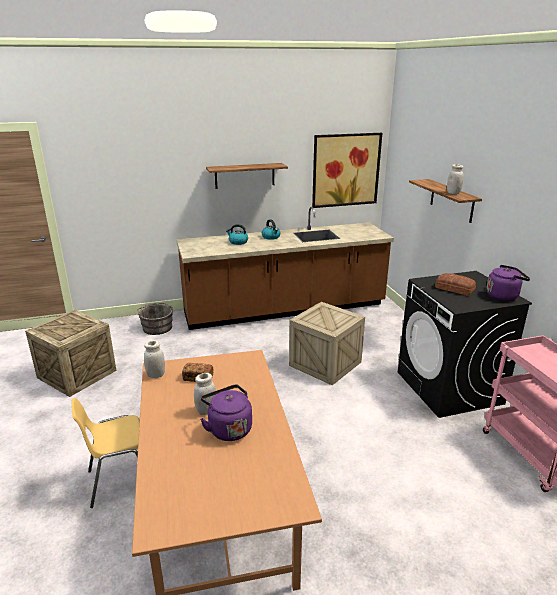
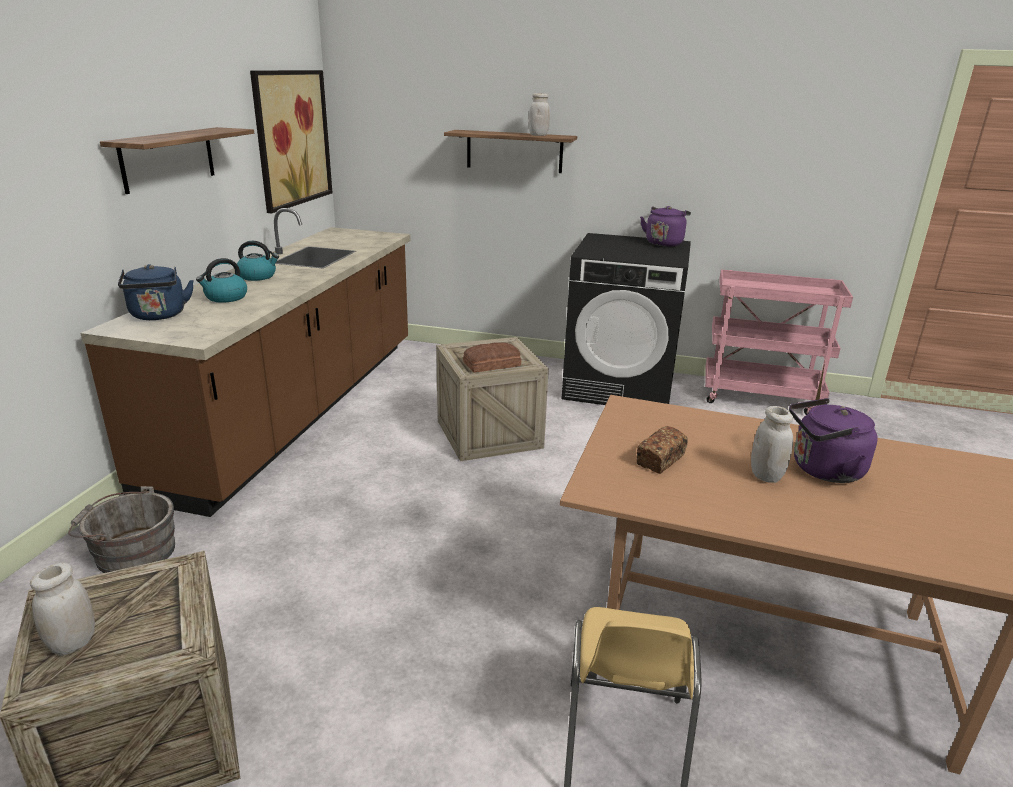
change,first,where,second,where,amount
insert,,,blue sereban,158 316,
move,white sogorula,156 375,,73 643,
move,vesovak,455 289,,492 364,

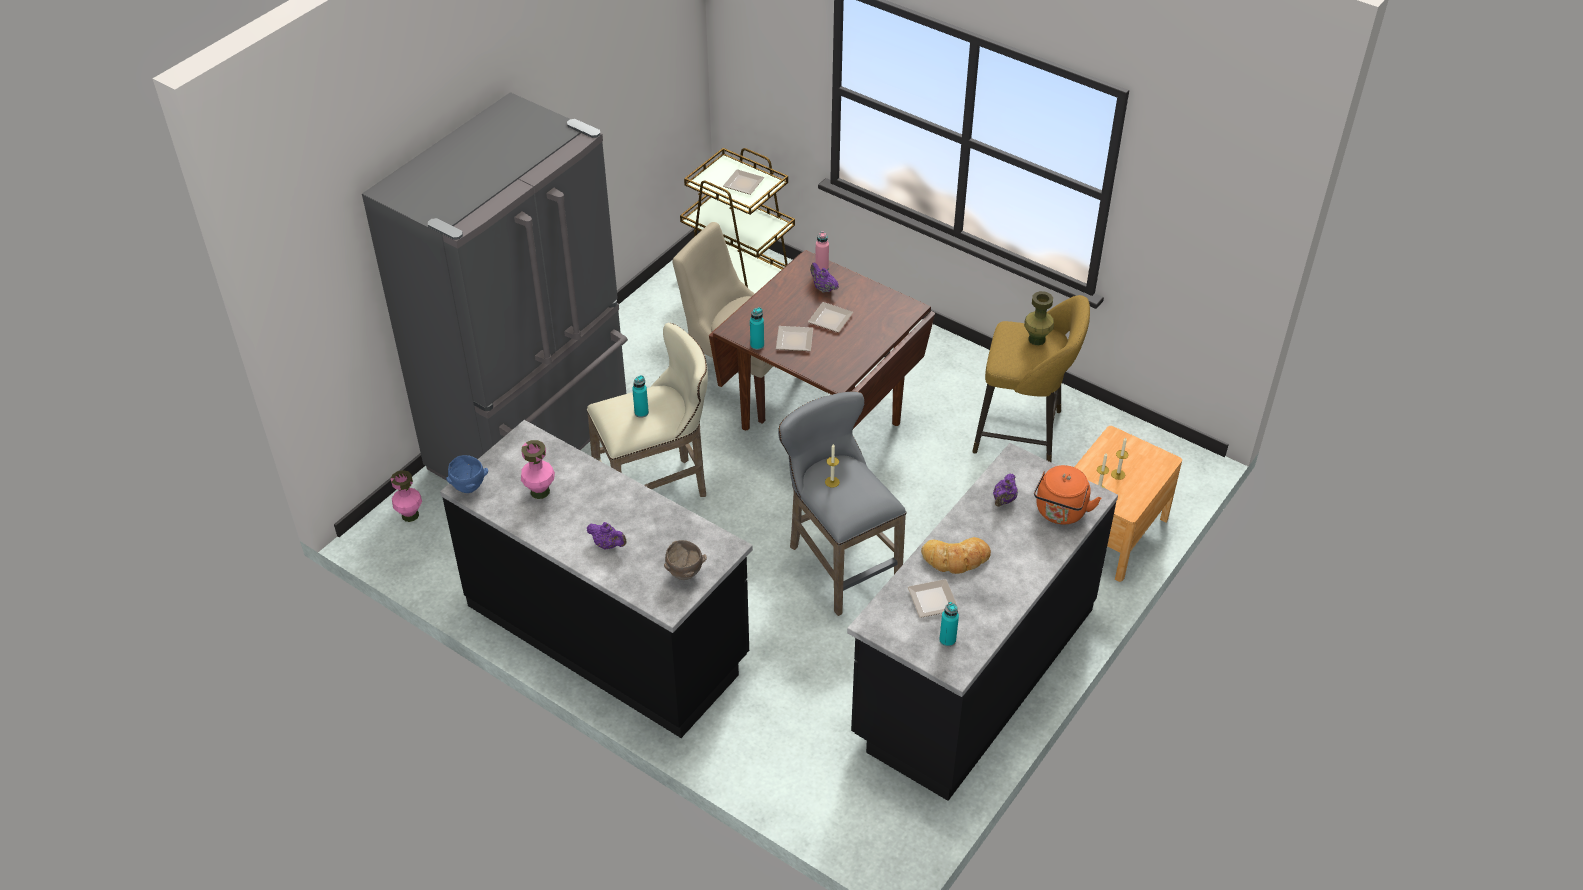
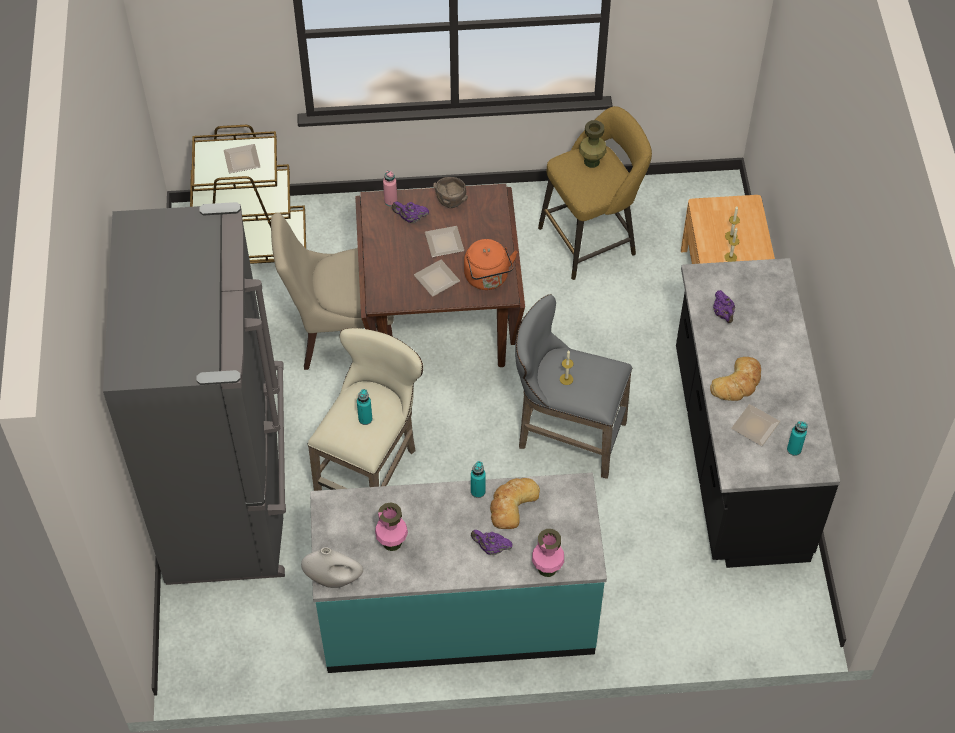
change,first,where,second,where,amount
insert,,,vesovak,511 504,
move,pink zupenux,410 515,,547 568,
move,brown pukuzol,685 574,,451 203,
move,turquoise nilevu,757 345,,478 491,
move,orange sereban,1060 513,,488 278,
replace,blue pukuzol,469 488,white zupenux,334 579,
recolor,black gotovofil,608 632,turquoise gotovofil,457 613,
rotate,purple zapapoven,608 545,,491 548,150 degrees counterclockwise

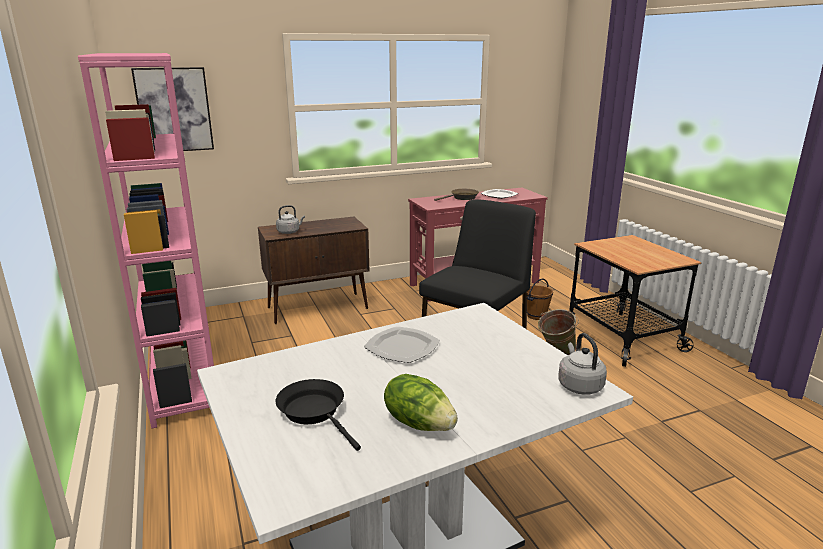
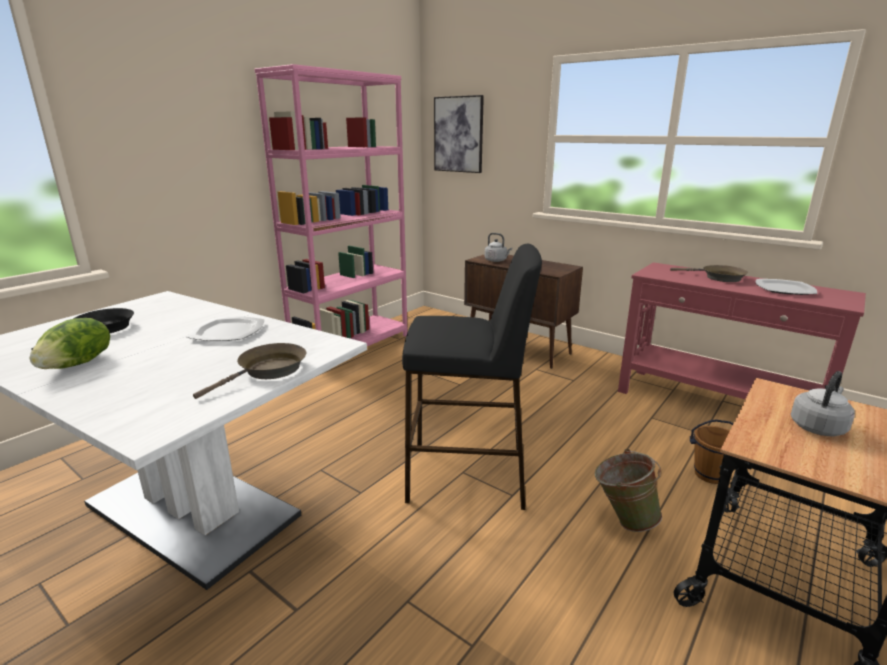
change,first,where,second,where,amount
insert,,,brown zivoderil,268 371,
move,grey sereban,579 385,,818 427,

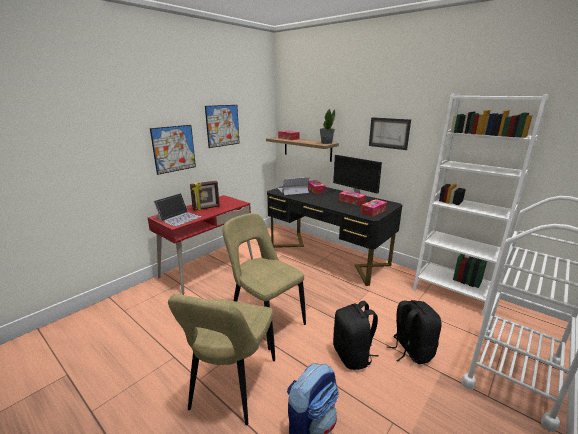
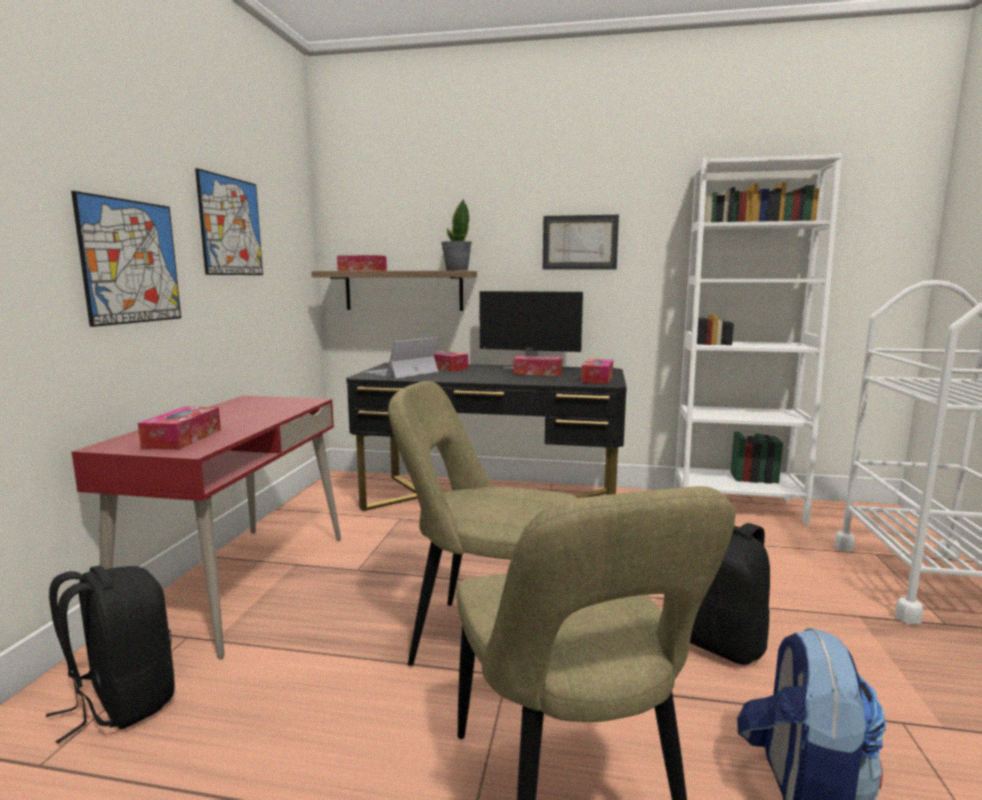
change,first,where,second,where,amount
delete,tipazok,206 208,,,
move,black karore,411 350,,122 702,
replace,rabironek,179 218,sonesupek,183 438,

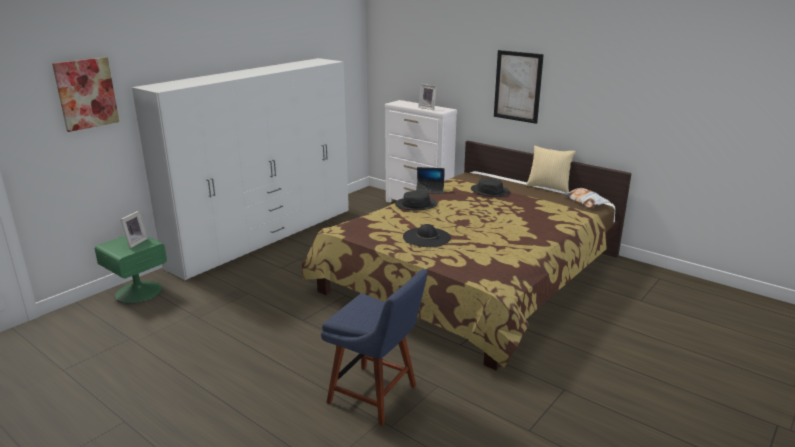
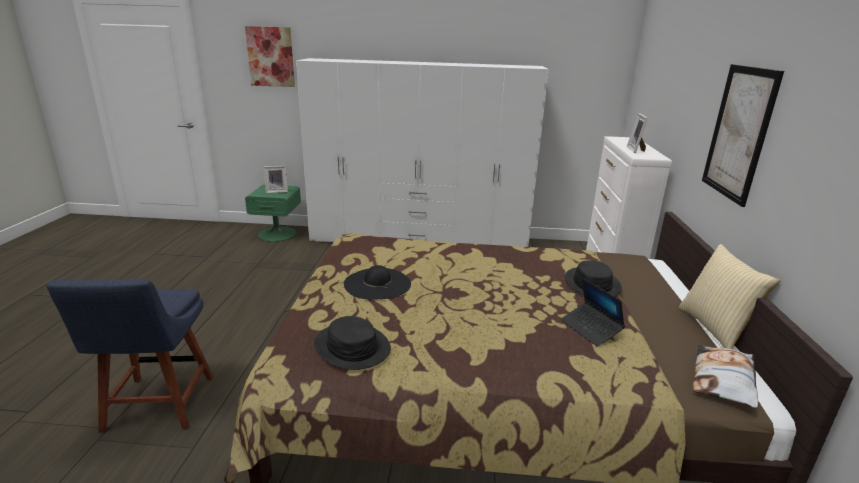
change,first,where,second,where,amount
move,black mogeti,416 205,,352 347,
move,rabironek,430 190,,590 329,

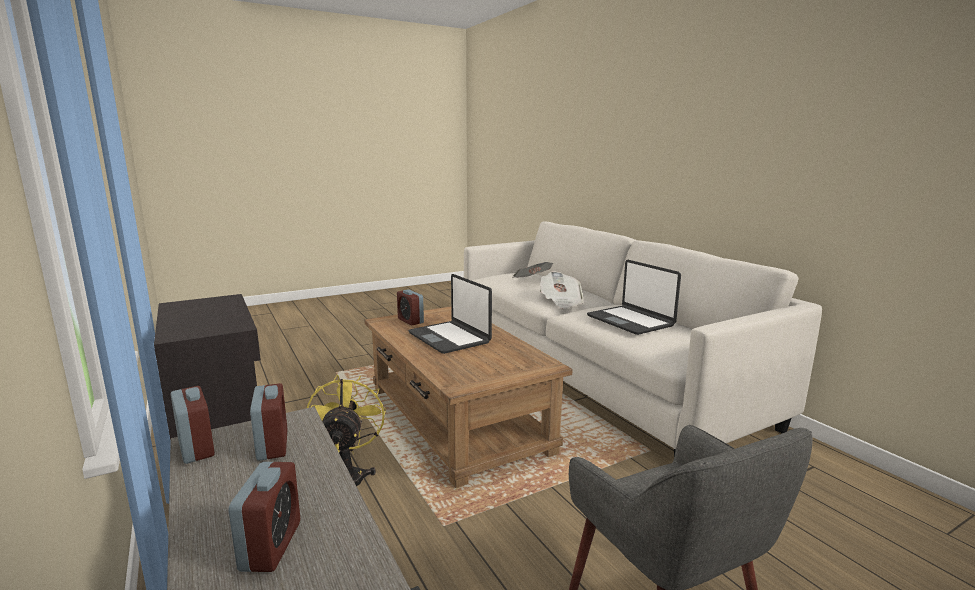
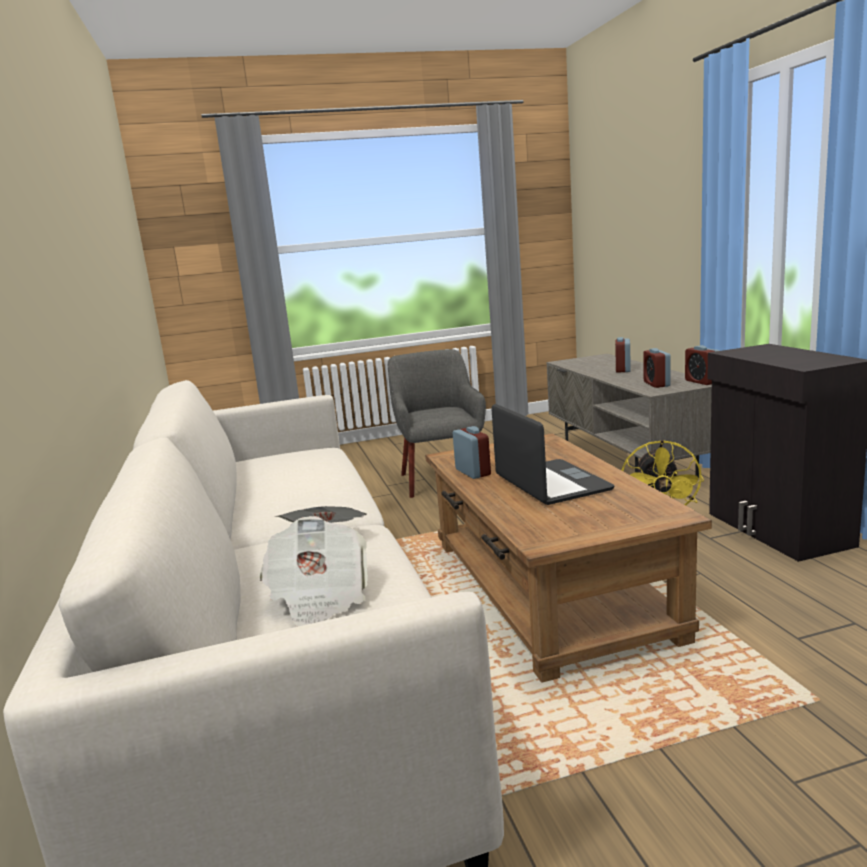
change,first,where,second,where,amount
delete,rabironek,630 321,,,
move,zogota,410 321,,473 472,

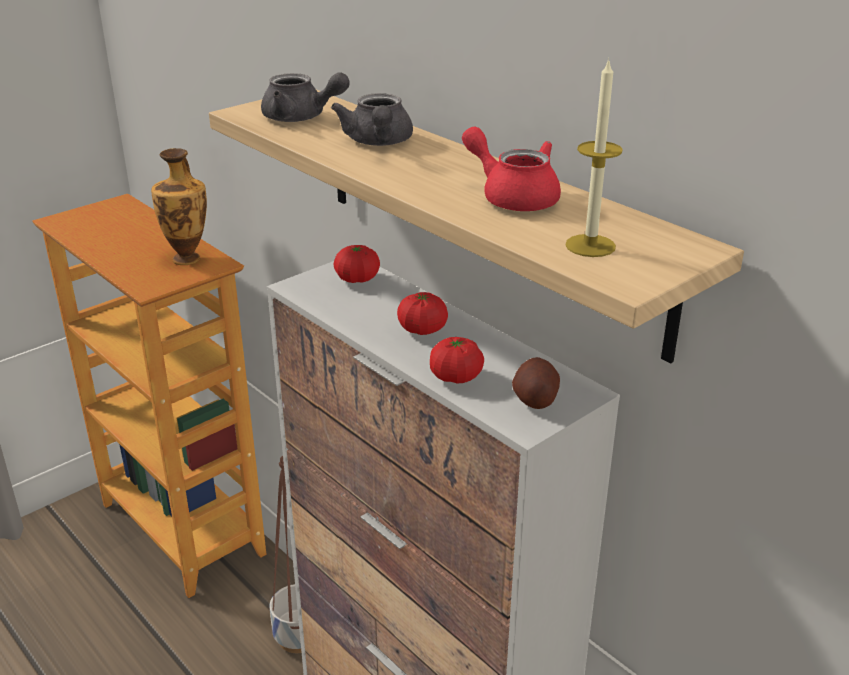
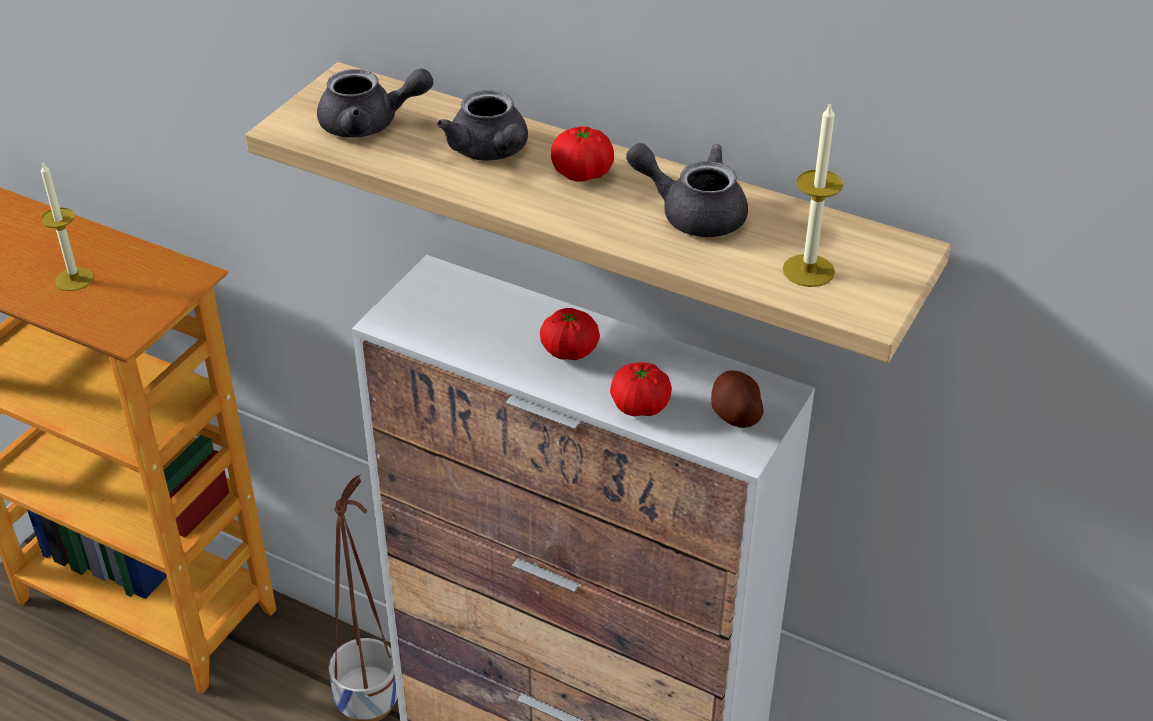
change,first,where,second,where,amount
delete,zupenux,188 258,,,
insert,,,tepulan,74 279,
move,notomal,357 279,,582 173,
recolor,red zapapoven,513 197,grey zapapoven,692 213,

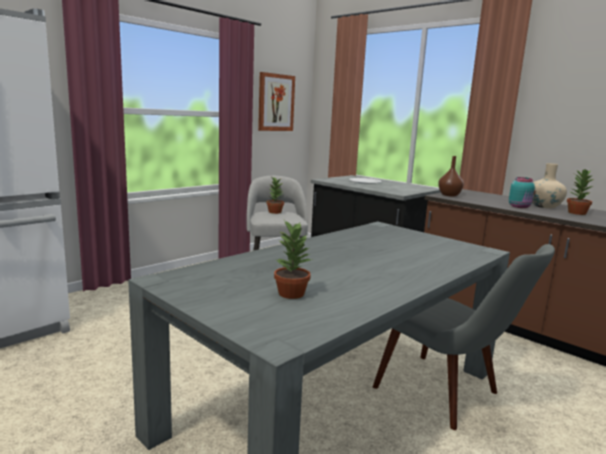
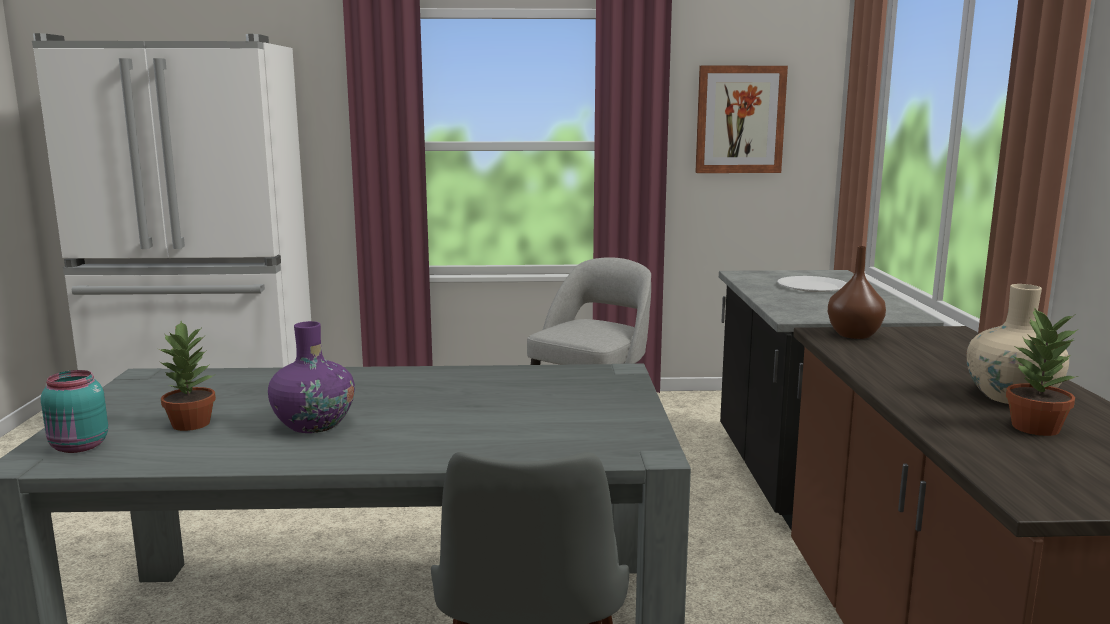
change,first,where,second,where,amount
delete,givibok,274 212,,,
insert,,,purple zupenux,314 424,
move,turquoise sogorula,520 207,,79 447,

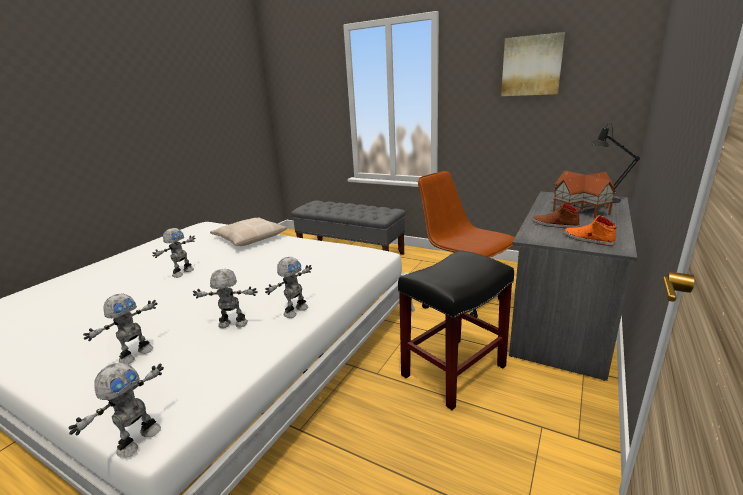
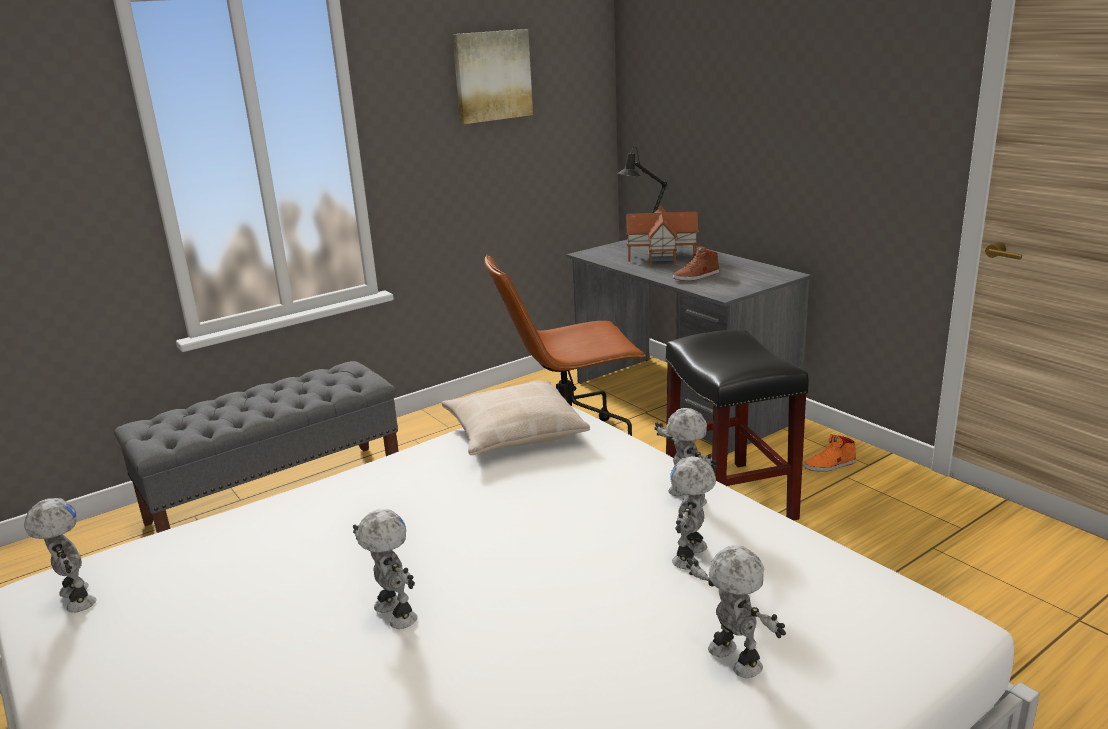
change,first,where,second,where,amount
move,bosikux,138 440,,75 599,
move,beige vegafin,249 238,,513 432,
move,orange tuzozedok,588 239,,830 465,

